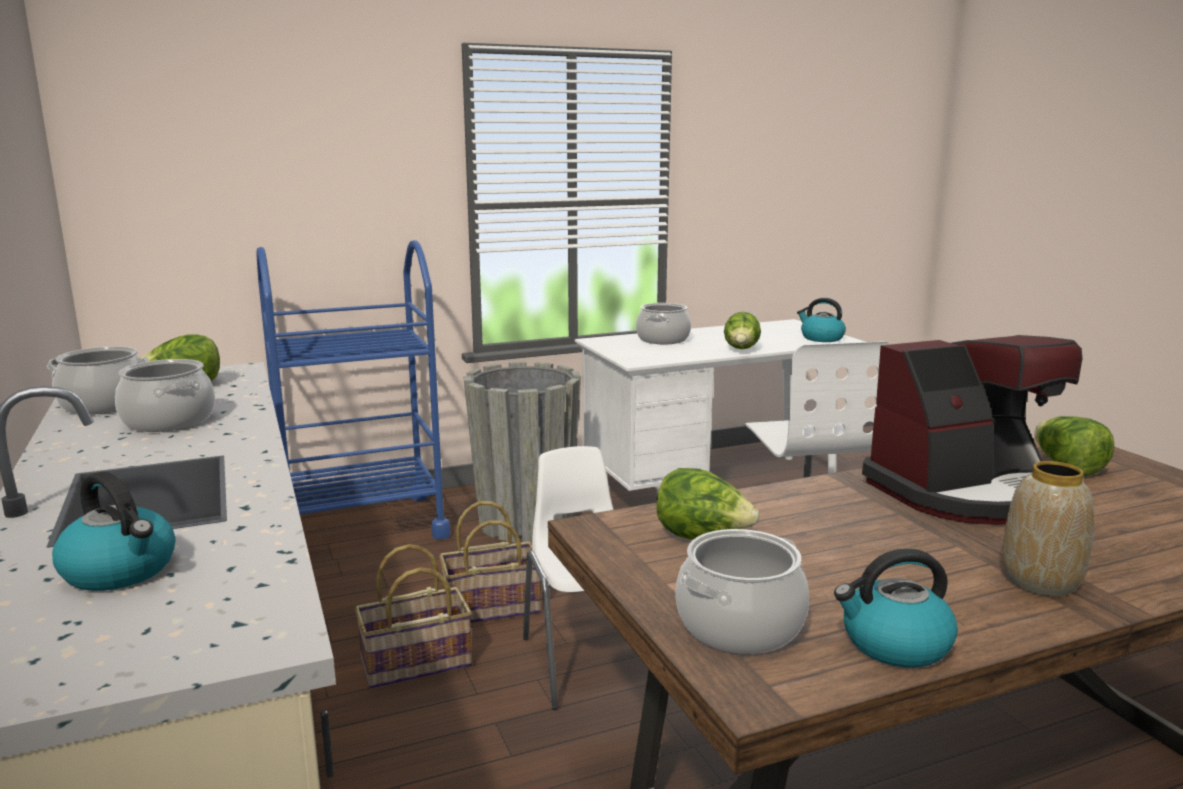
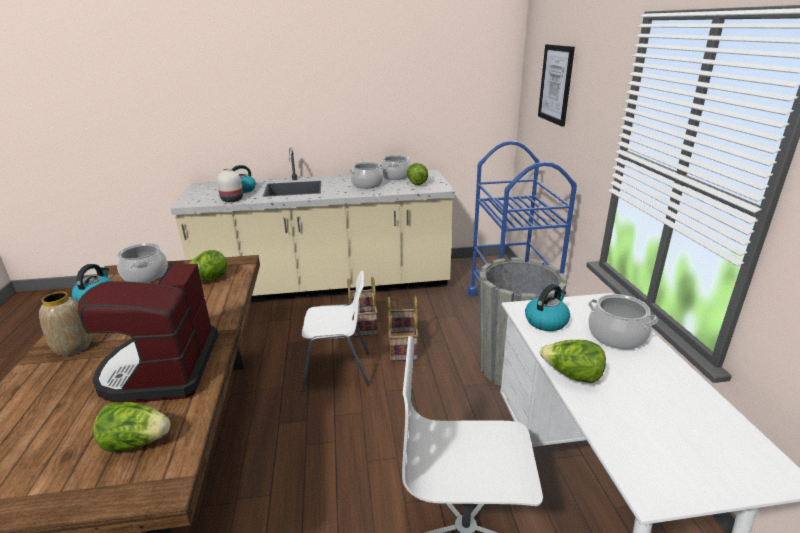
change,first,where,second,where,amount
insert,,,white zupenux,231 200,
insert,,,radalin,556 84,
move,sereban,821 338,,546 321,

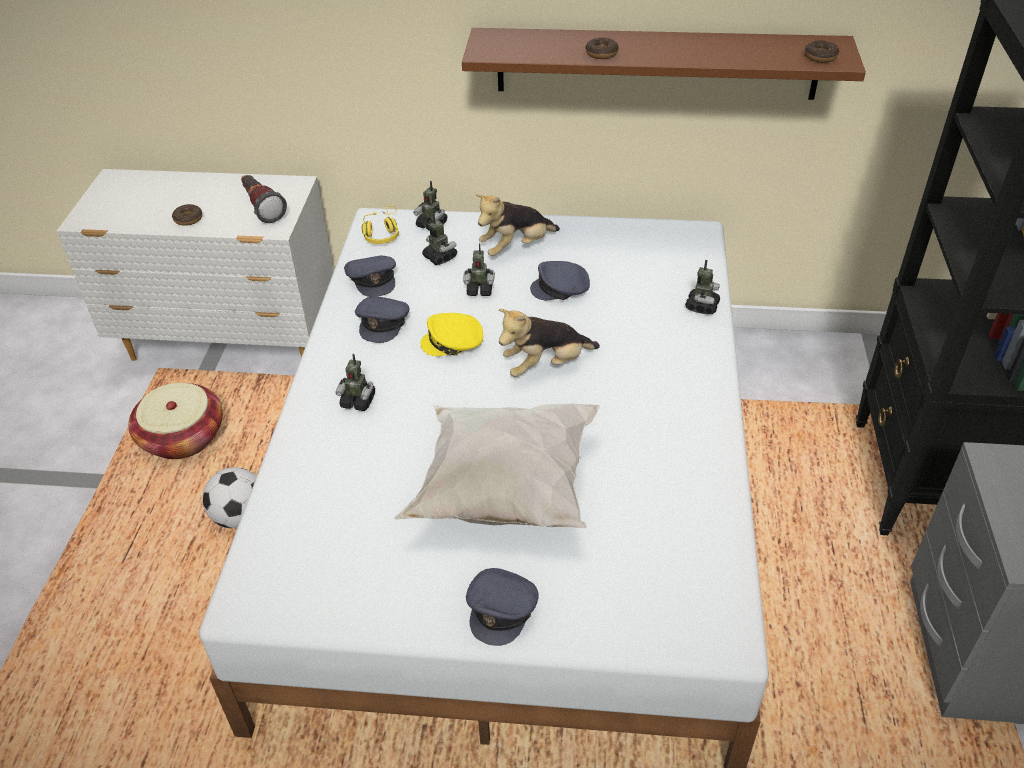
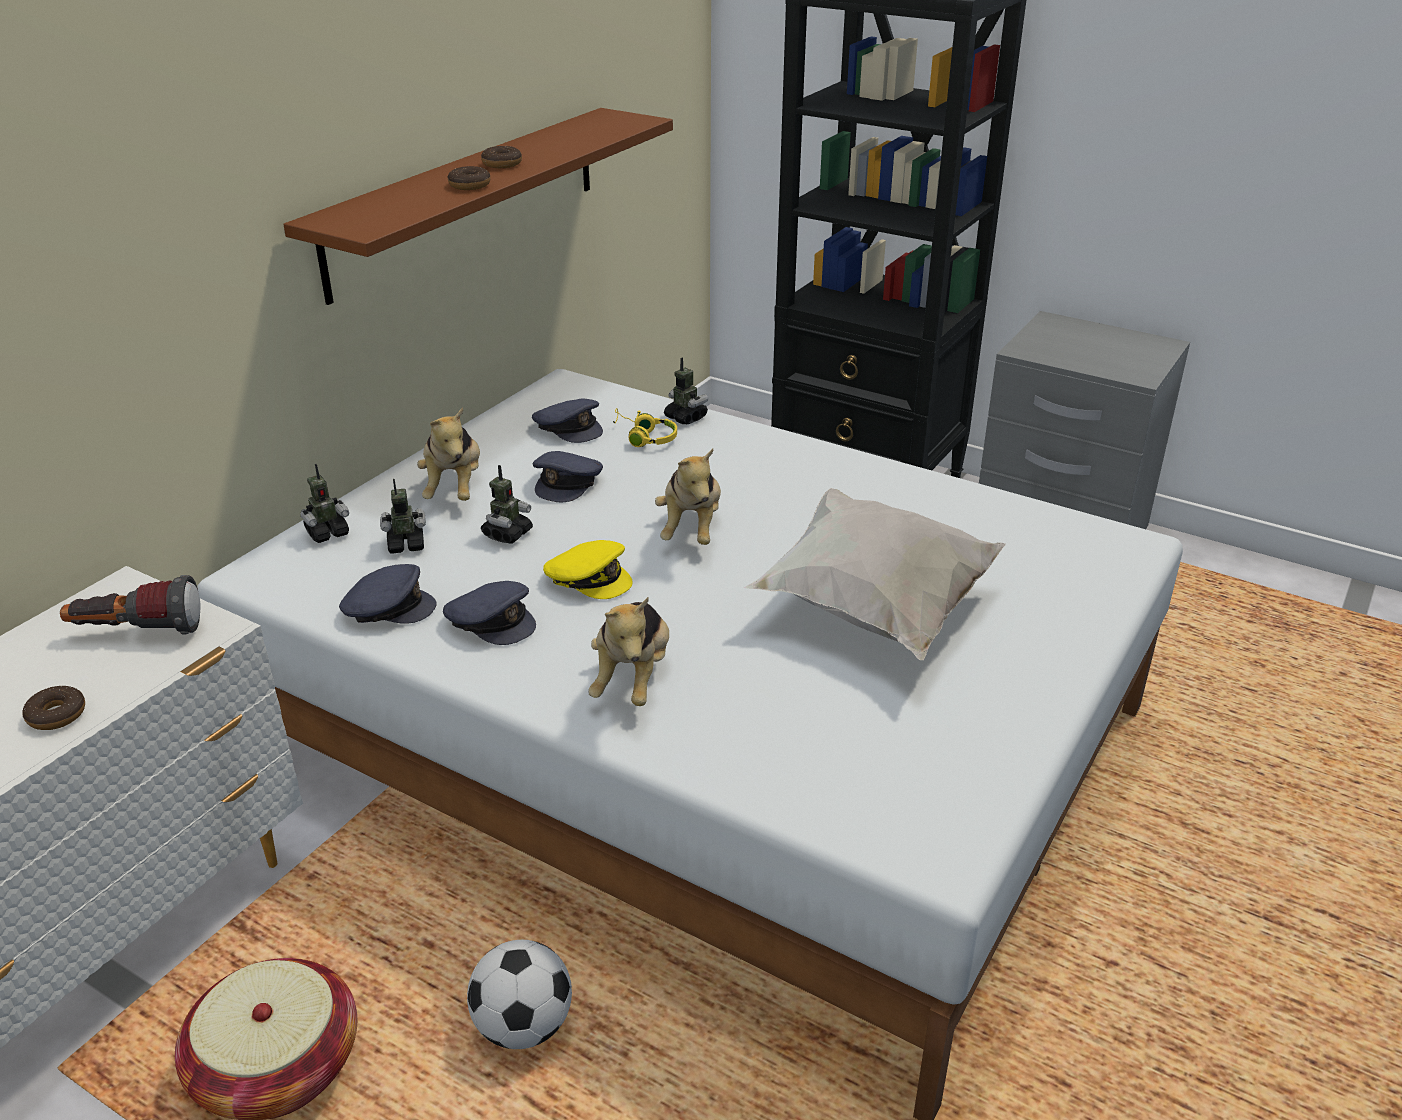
change,first,where,second,where,amount
move,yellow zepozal,382 233,,644 437,
move,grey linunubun,502 609,,569 428,
move,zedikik,820 57,,502 164,
replace,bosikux,358 401,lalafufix,632 678,
rotate,yellow linunubun,453 342,,589 578,75 degrees counterclockwise

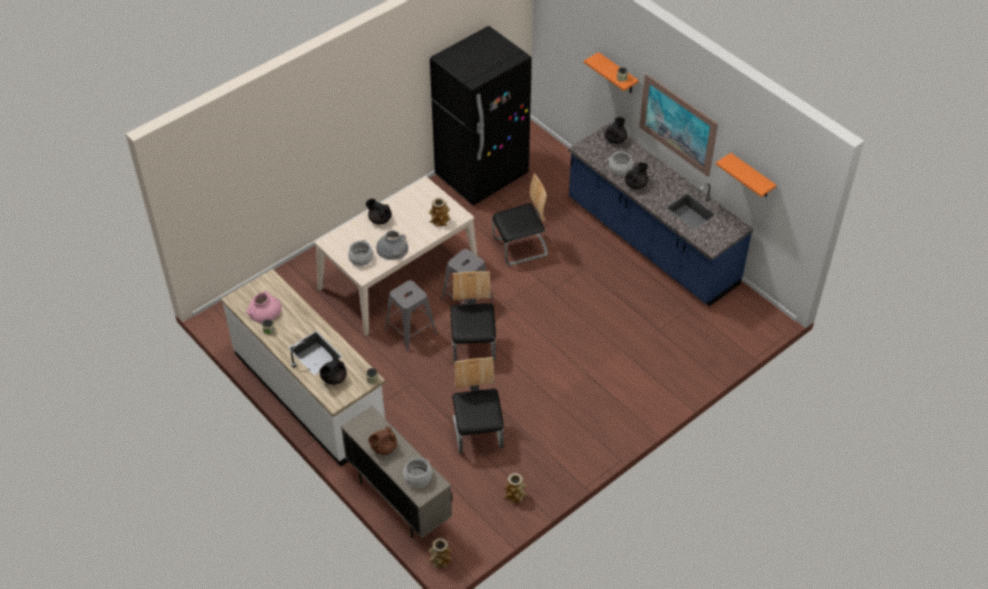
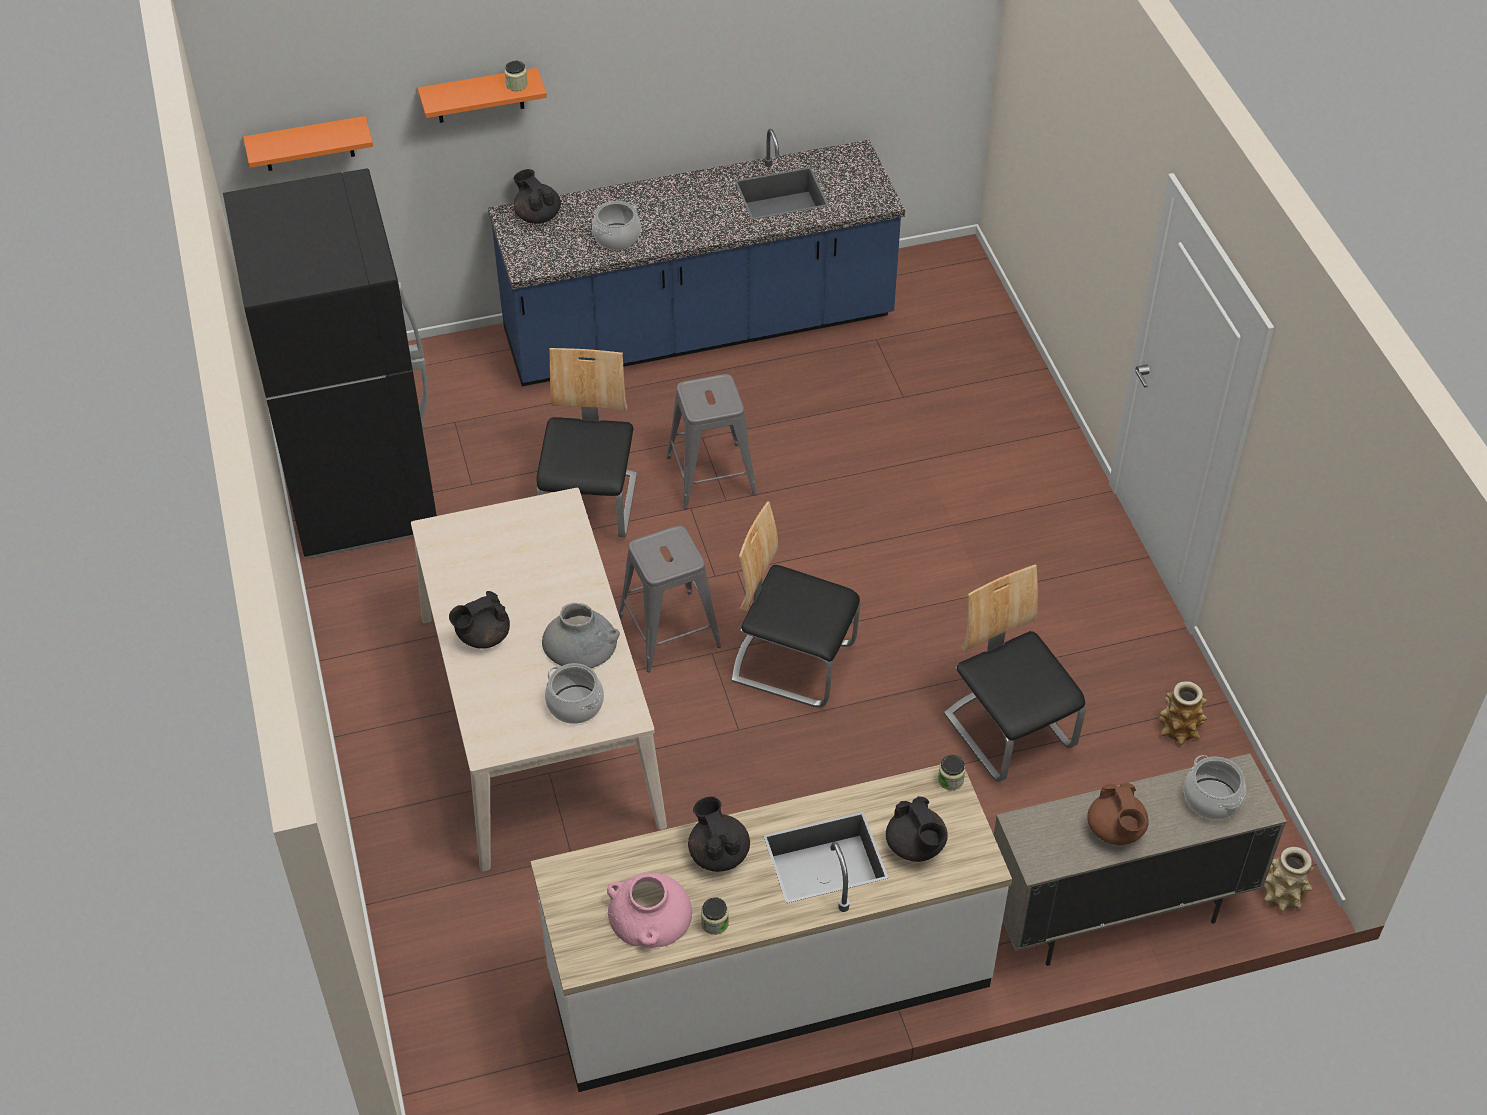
change,first,where,second,where,amount
delete,zupenux,440 221,,,
delete,radalin,677 125,,,
move,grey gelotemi,410 330,,710 476,
move,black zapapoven,636 184,,718 853,
move,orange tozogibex,751 176,,308 144,
rotate,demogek,478 432,,1009 731,45 degrees clockwise

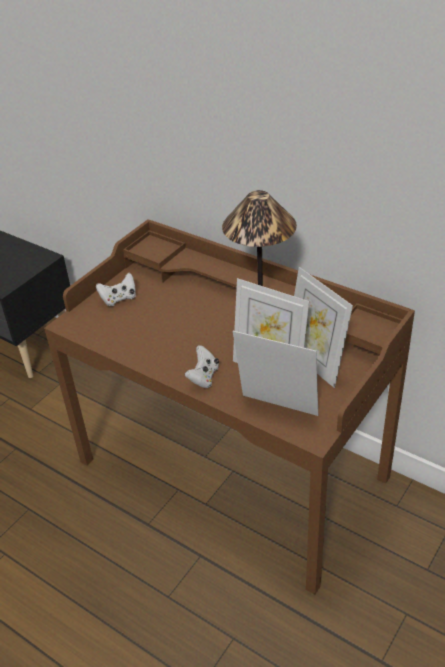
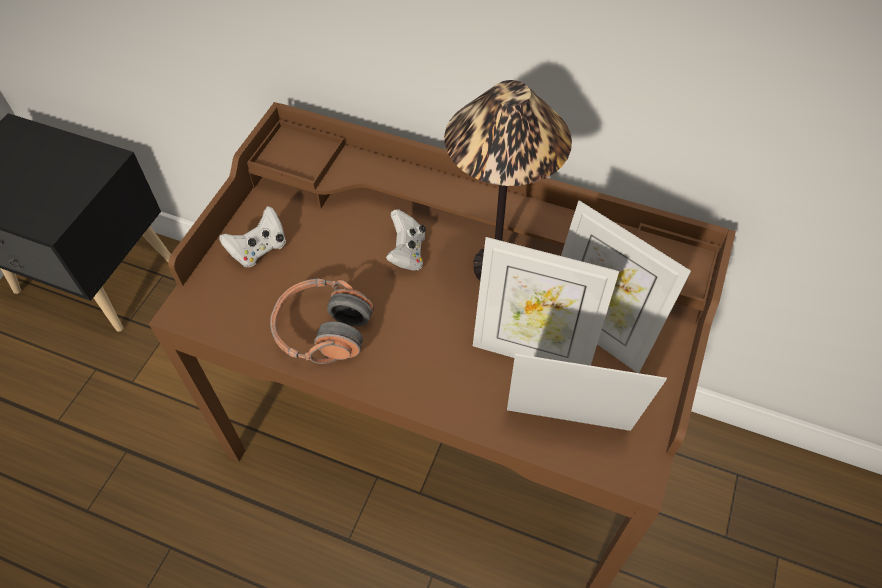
change,first,where,second,where,amount
insert,,,zepozal,323 330,
move,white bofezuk,203 377,,407 253,

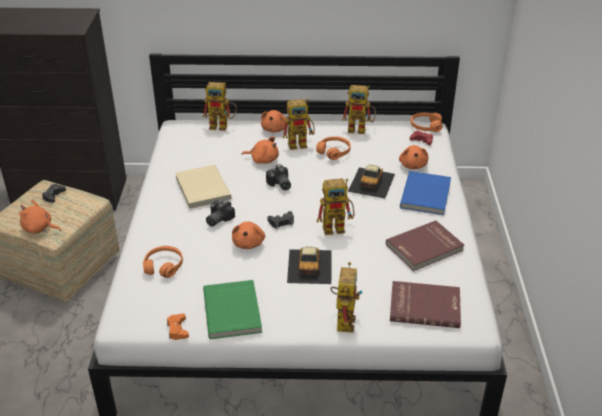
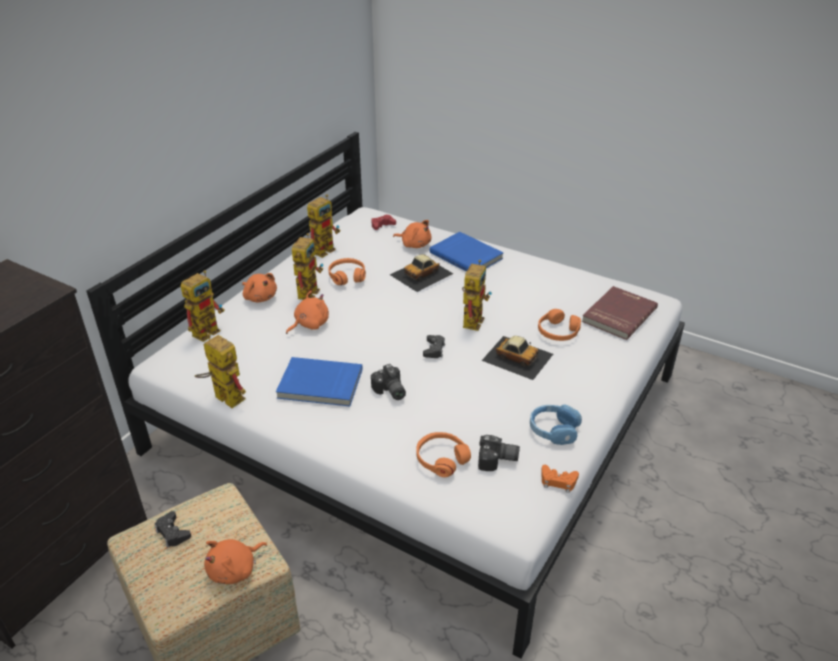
change,first,where,second,where,amount
delete,orange lalafufix,249 243,,,
delete,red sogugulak,425 248,,,
move,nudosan,279 185,,497 460,
move,bosikux,344 318,,223 397,
move,orange zepozal,425 126,,558 332,
replace,green sogugulak,233 311,blue zepozal,553 430,
recolor,beige sogugulak,201 189,blue sogugulak,320 385,
rotate,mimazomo,372 182,,422 274,90 degrees clockwise

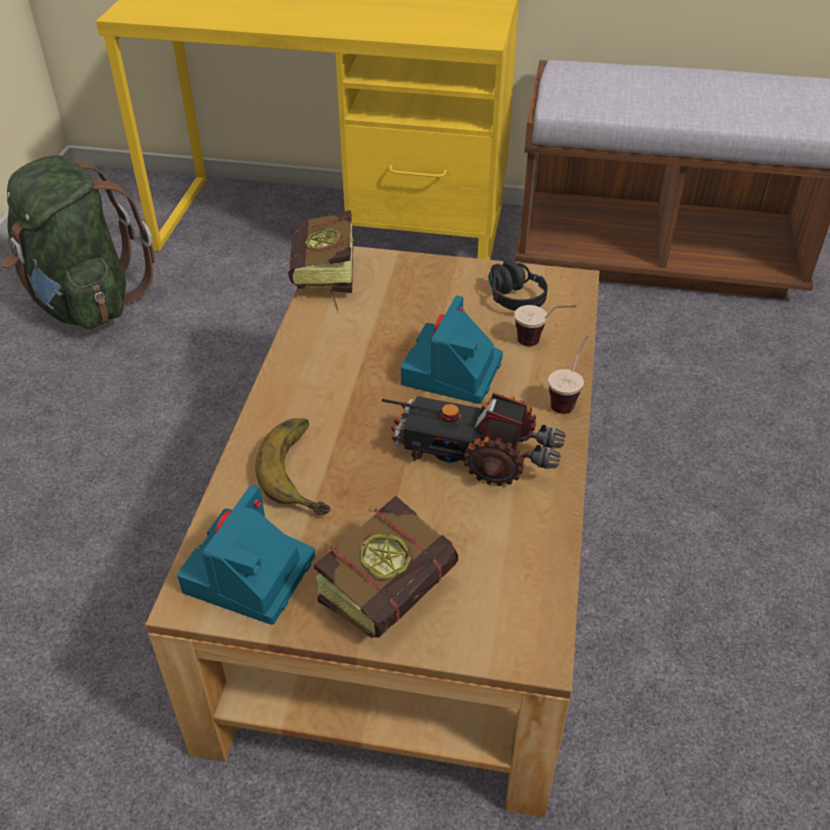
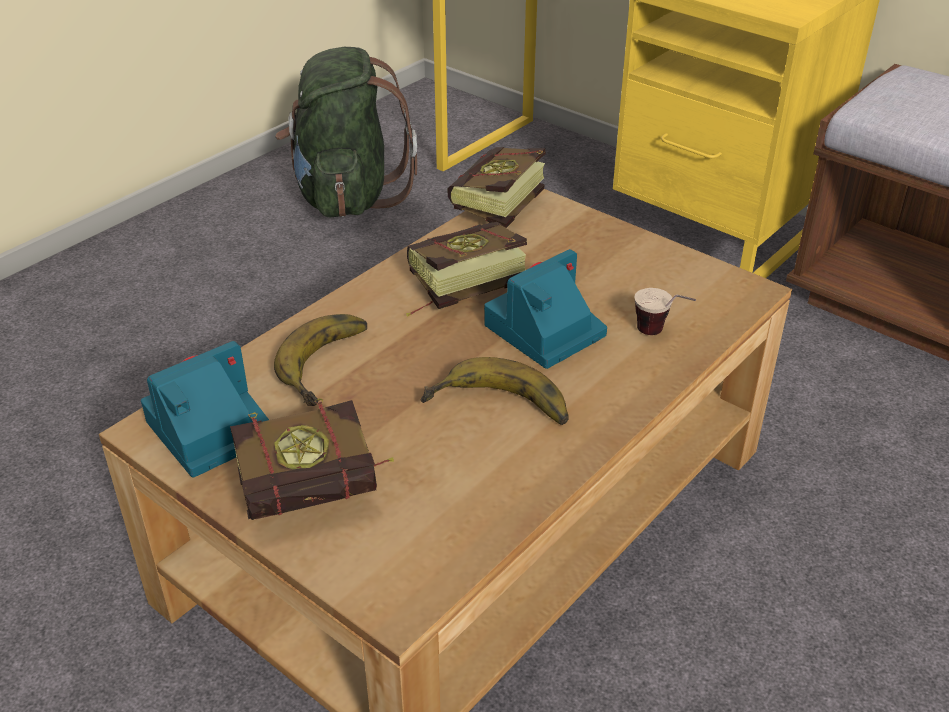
change,first,where,second,where,amount
delete,black zepozal,510 293,,,
delete,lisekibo,568 398,,,
insert,,,sogugulak,455 290,
replace,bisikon,473 454,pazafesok,497 410,

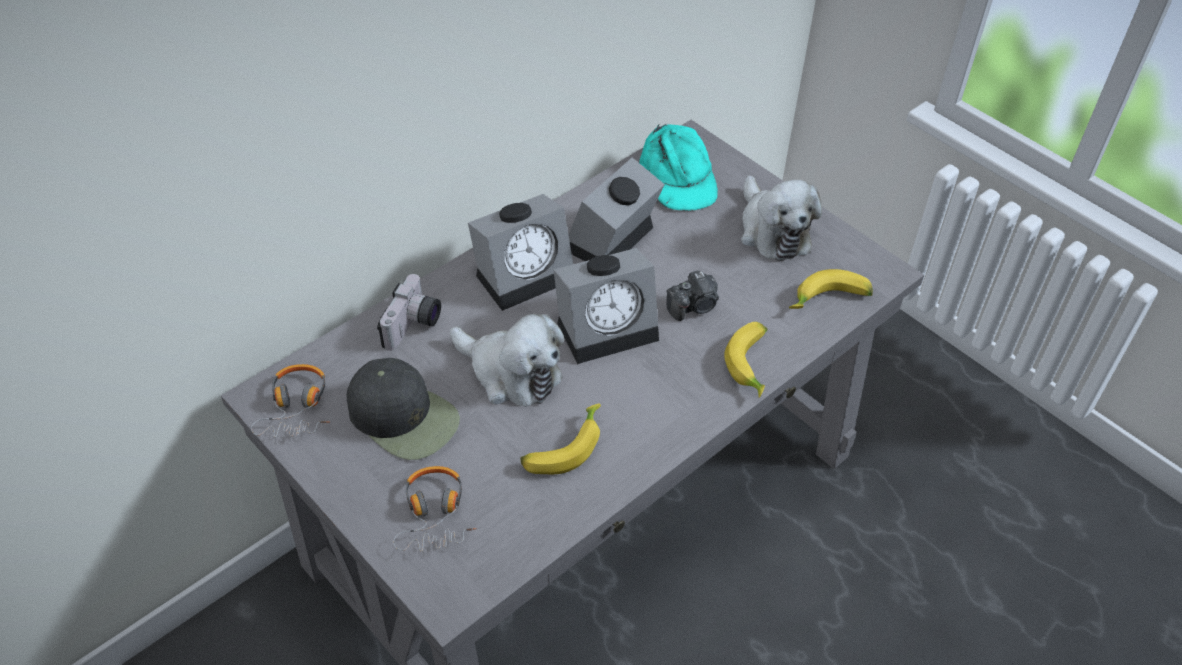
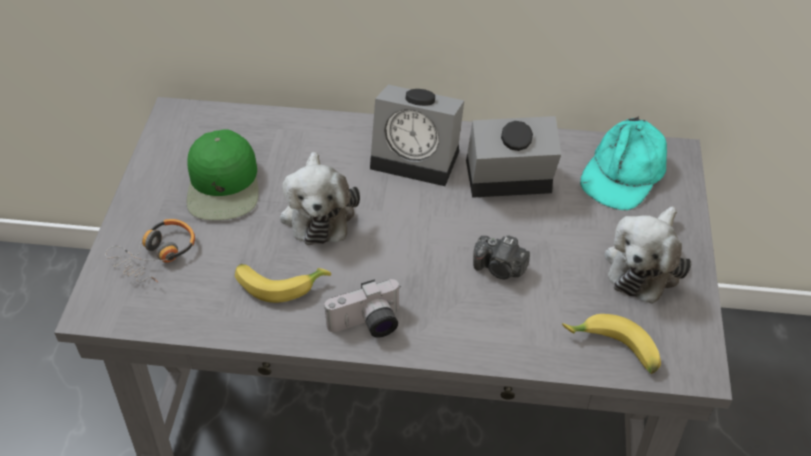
change,first,where,second,where,amount
delete,zepozal,297 408,,,
delete,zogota,608 327,,,
delete,pazafesok,753 365,,,
move,nudosan,414 326,,367 325,
recolor,black linunubun,404 416,green linunubun,224 185,

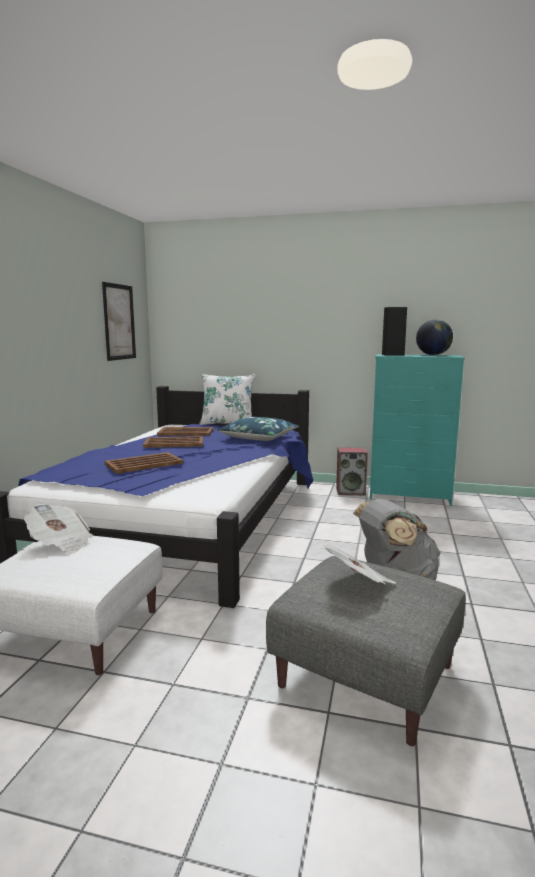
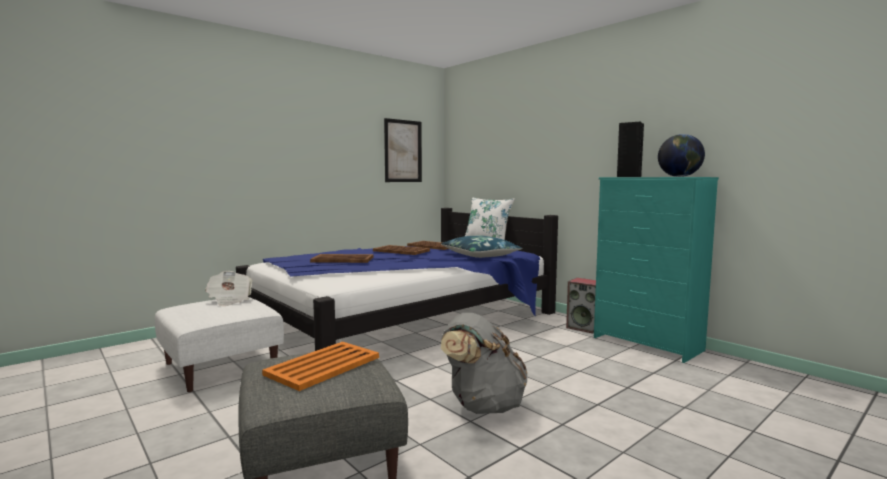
change,first,where,second,where,amount
replace,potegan,358 583,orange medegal,324 365,

